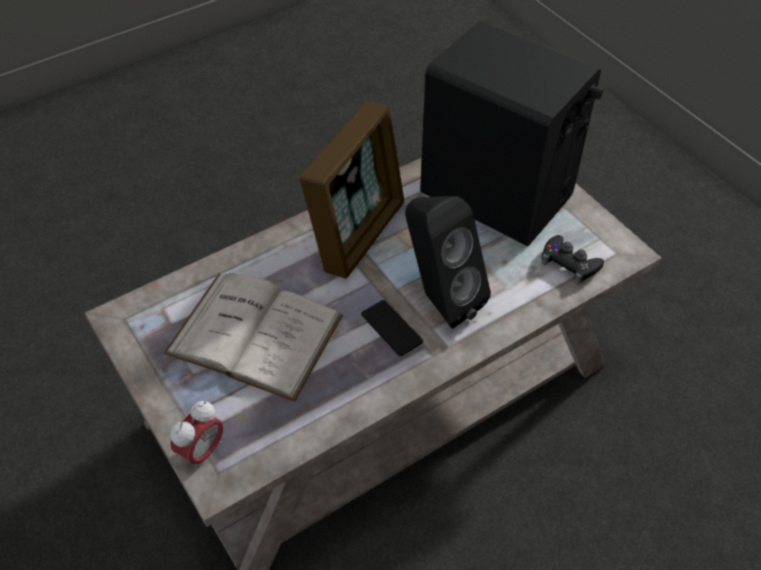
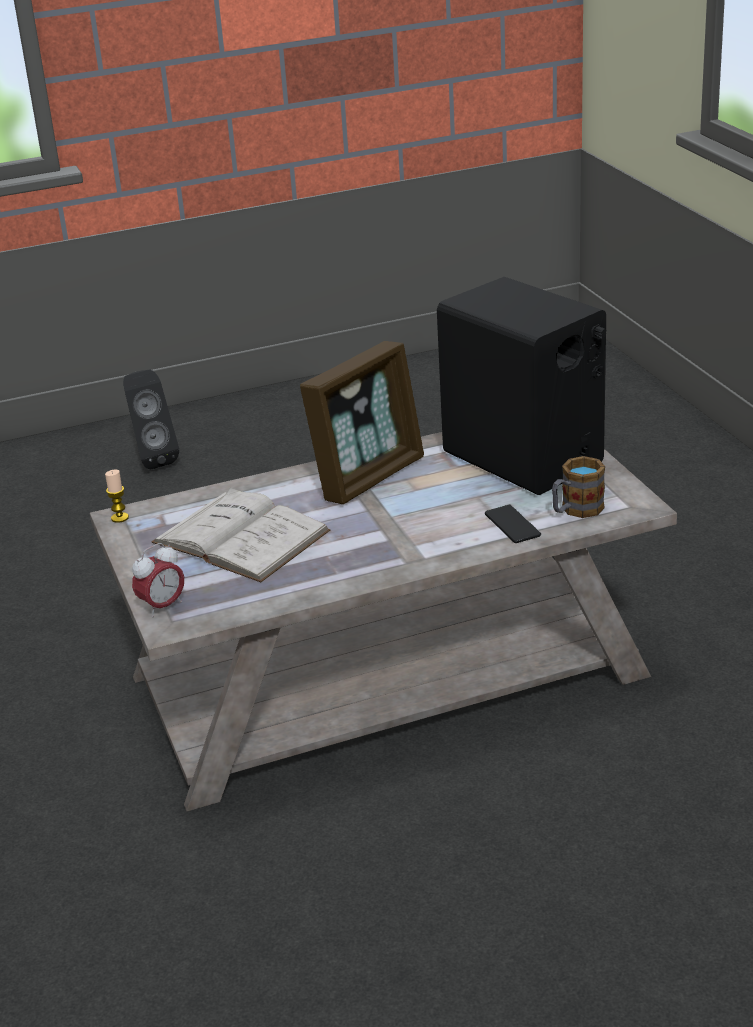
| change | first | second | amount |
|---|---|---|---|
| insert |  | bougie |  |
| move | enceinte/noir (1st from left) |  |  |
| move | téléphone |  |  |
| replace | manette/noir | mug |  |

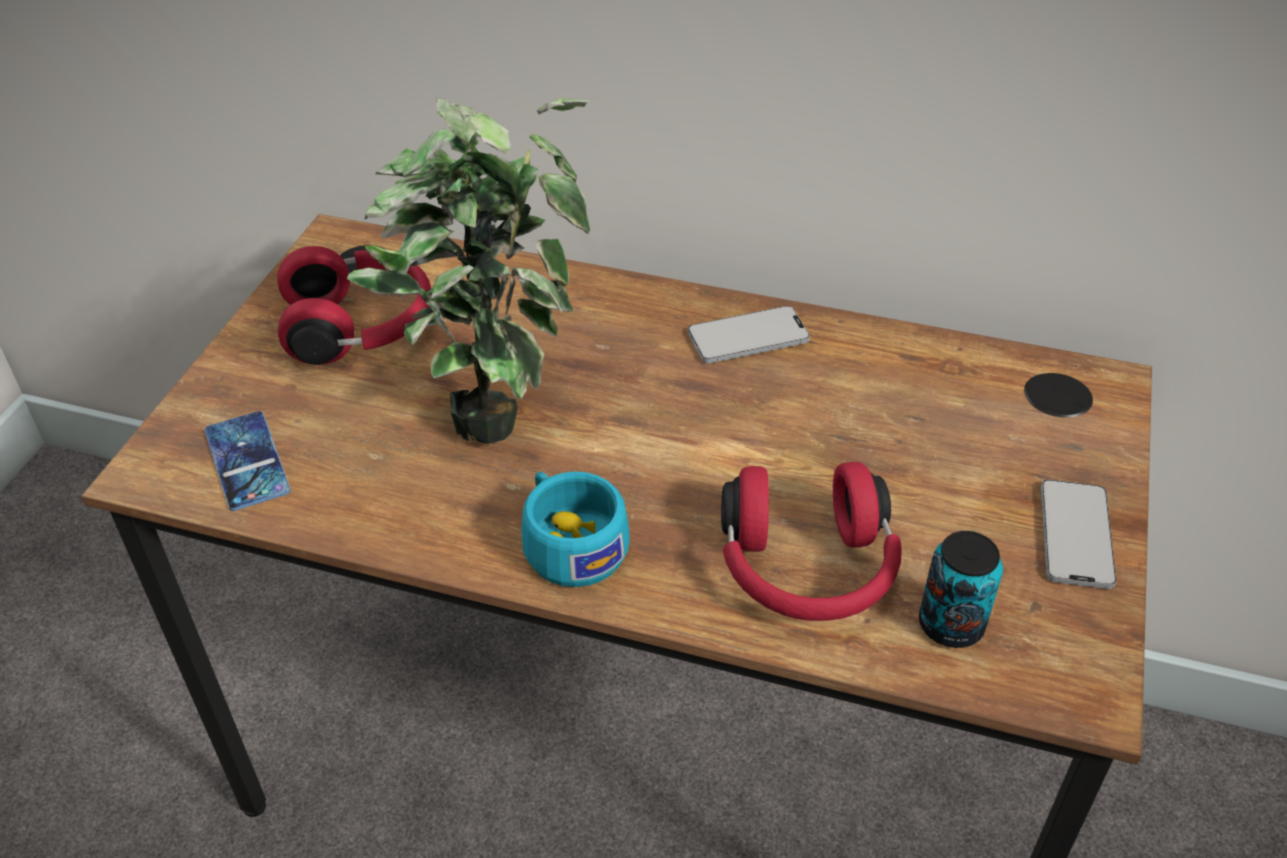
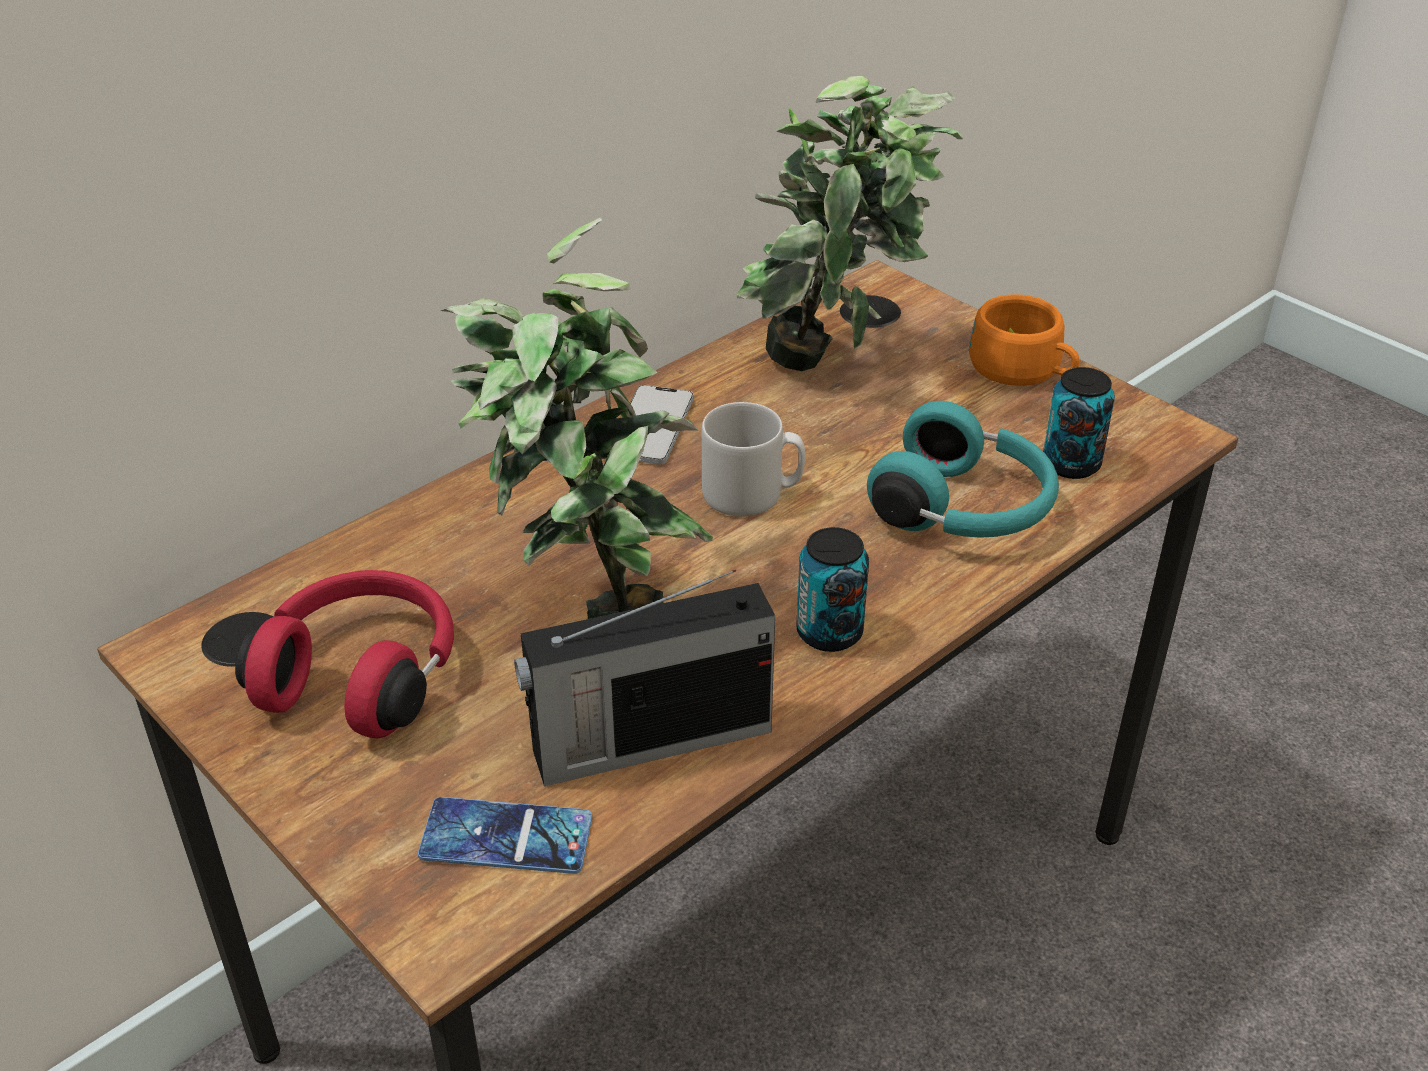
| change | first | second | amount |
|---|---|---|---|
| insert |  | radio |  |
| insert |  | mug/gris |  |
| insert |  | plante en pot (2nd from left) |  |
| replace | tasse/turquoise | boîte métallique (1st from left) |  |
| recolor | casque audio/rouge (2nd from left) | casque audio/turquoise |  |
| replace | téléphone (3rd from left) | tasse/orange |  |

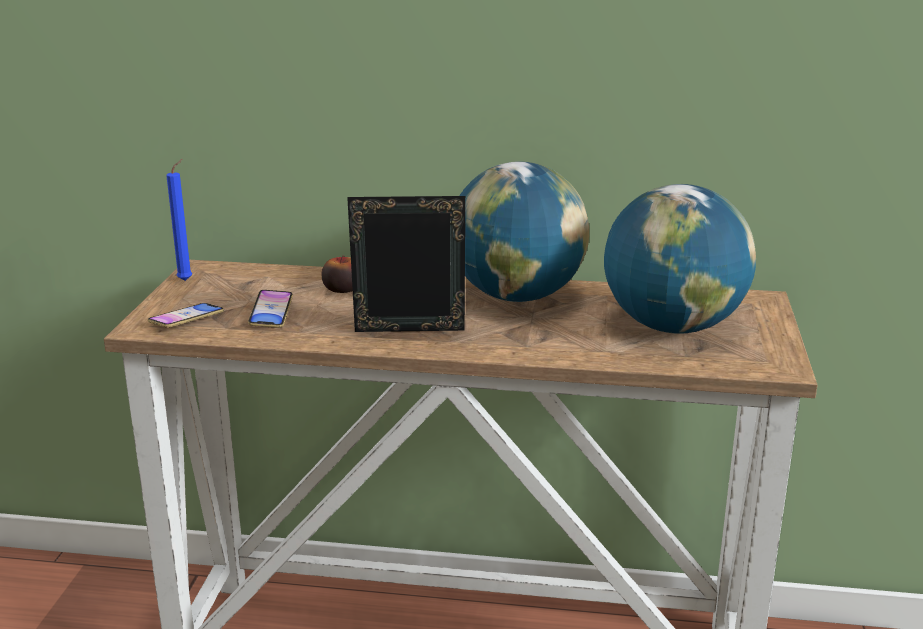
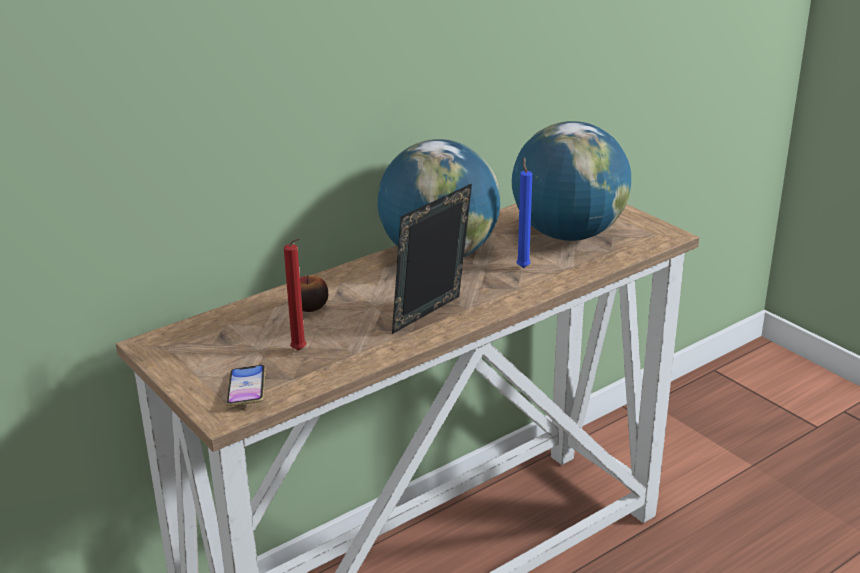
| change | first | second | amount |
|---|---|---|---|
| replace | téléphone (2nd from left) | bougie/rouge |  |
| move | bougie/bleu |  |  |

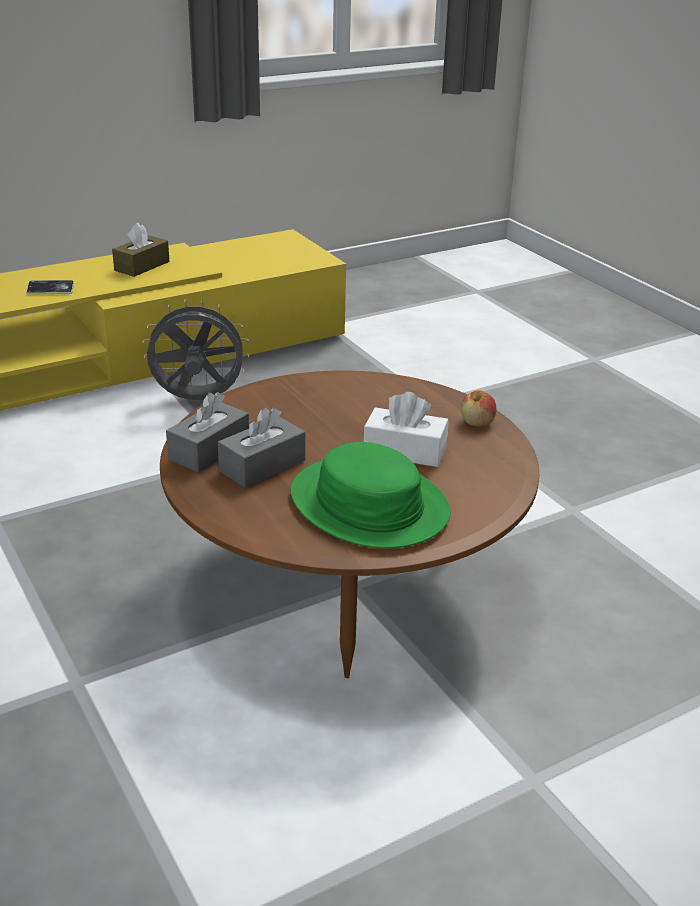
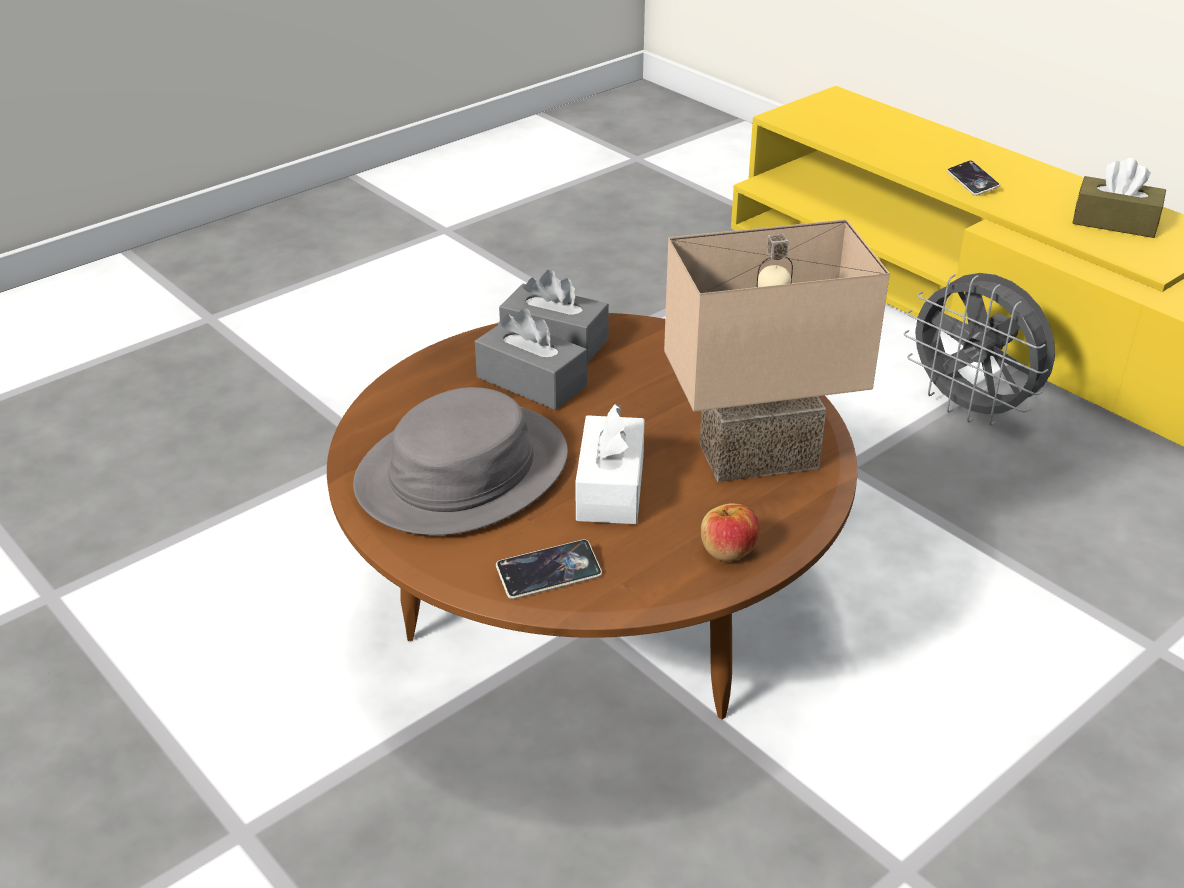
| change | first | second | amount |
|---|---|---|---|
| recolor | chapeau/vert | chapeau/gris |  |
| insert |  | téléphone (1st from left) |  |
| insert |  | lampe de table/beige |  |
| rotate | ventilateur/gris |  | 150 degrees clockwise |

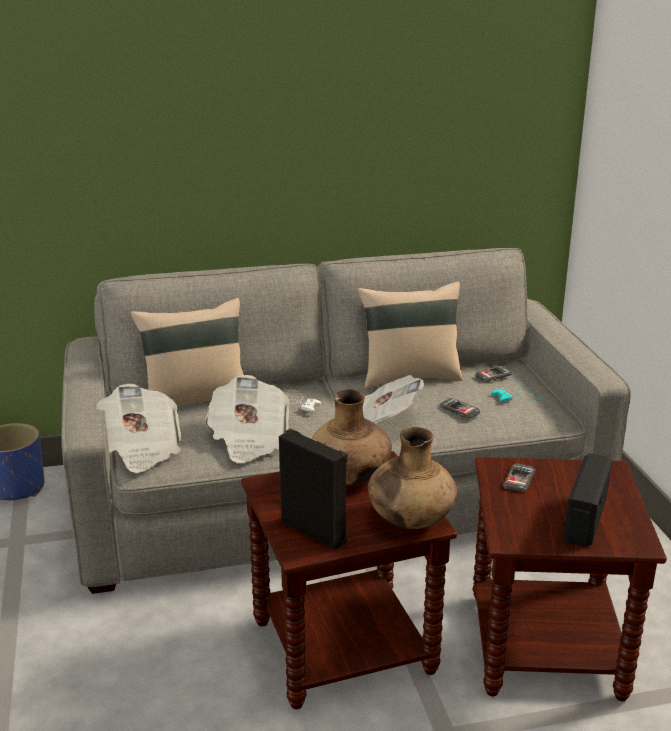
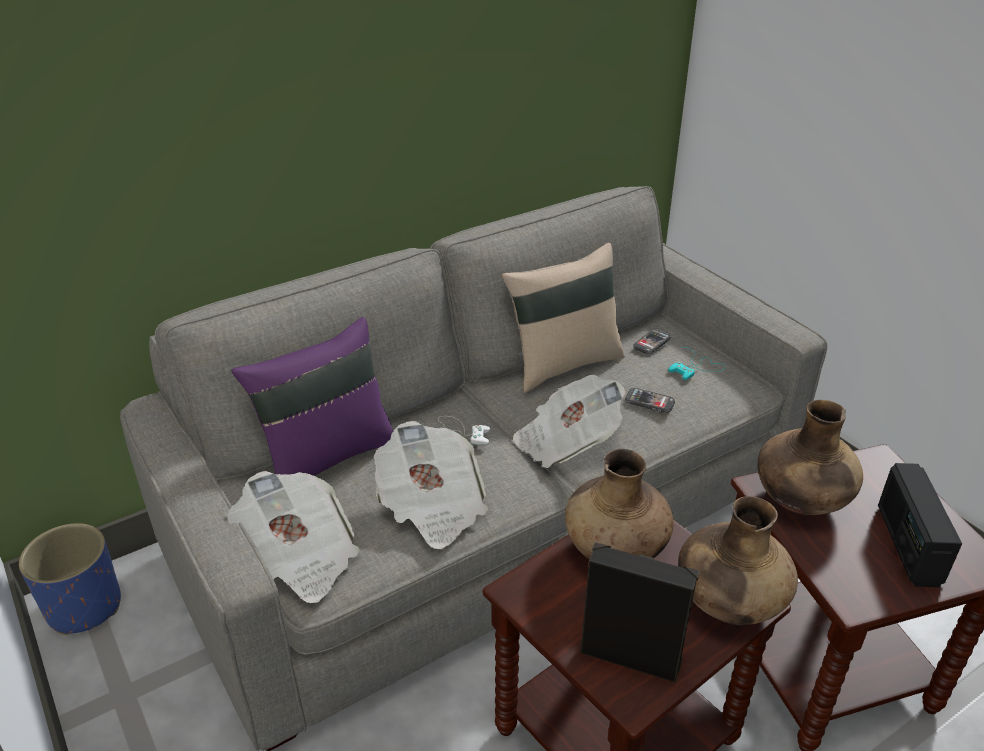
| change | first | second | amount |
|---|---|---|---|
| recolor | coussin/beige (1st from left) | coussin/violet |  |
| replace | téléphone (3rd from left) | vase/marron (3rd from left) |  |

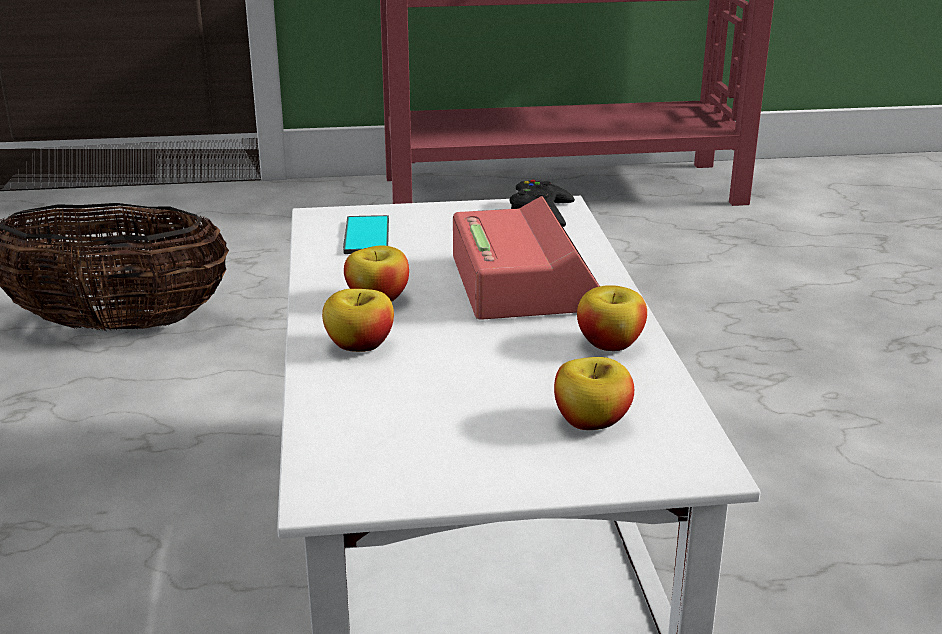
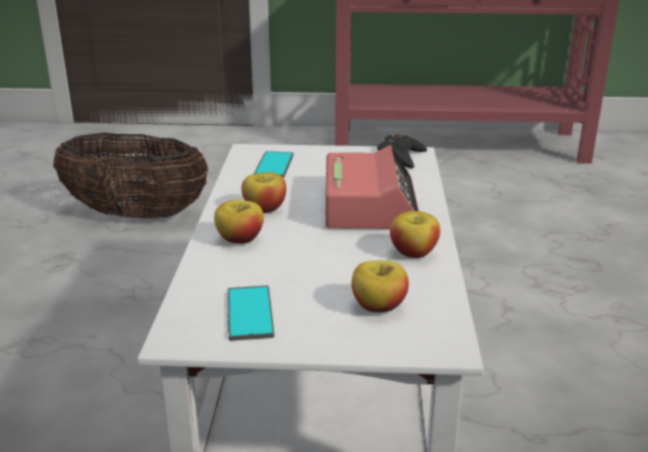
| change | first | second | amount |
|---|---|---|---|
| insert |  | téléphone (1st from left) |  |

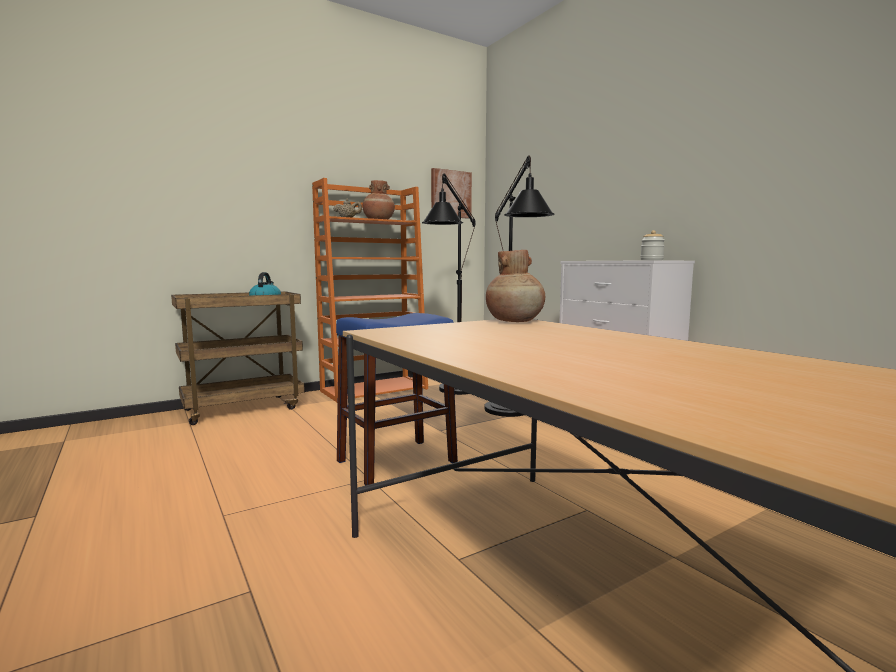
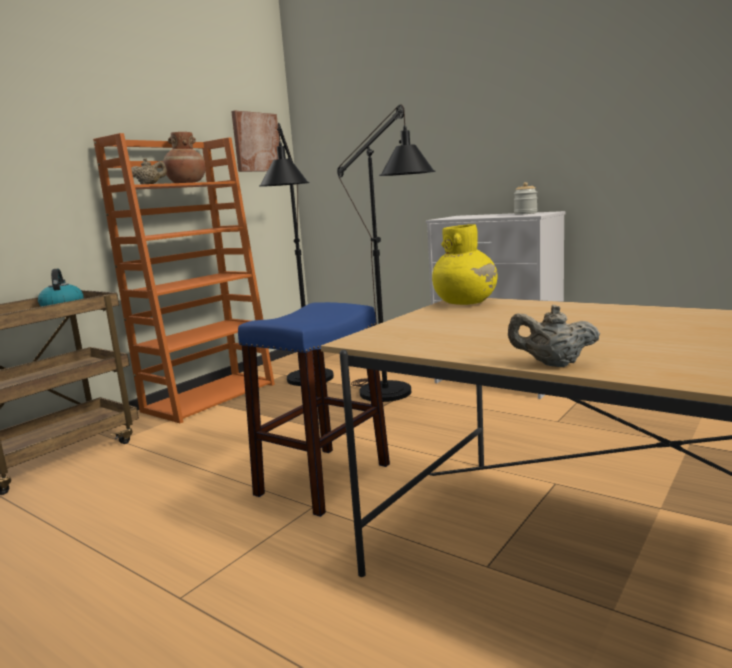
| change | first | second | amount |
|---|---|---|---|
| recolor | vase/marron (2nd from left) | vase/jaune |  |
| insert |  | théière/beige (2nd from left) |  |

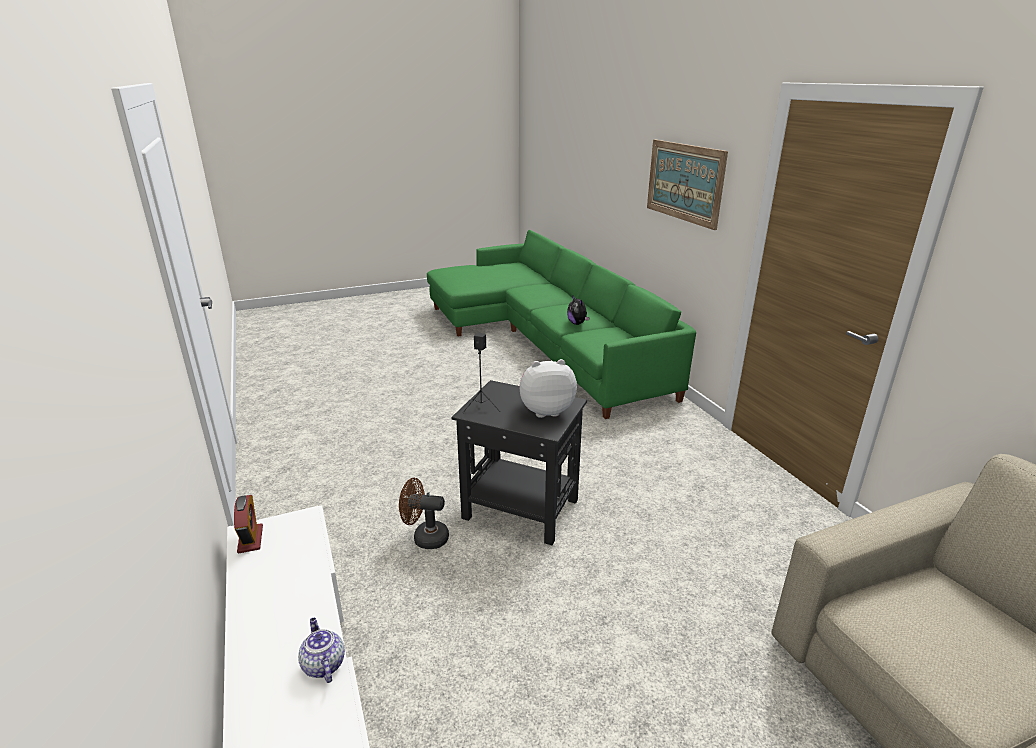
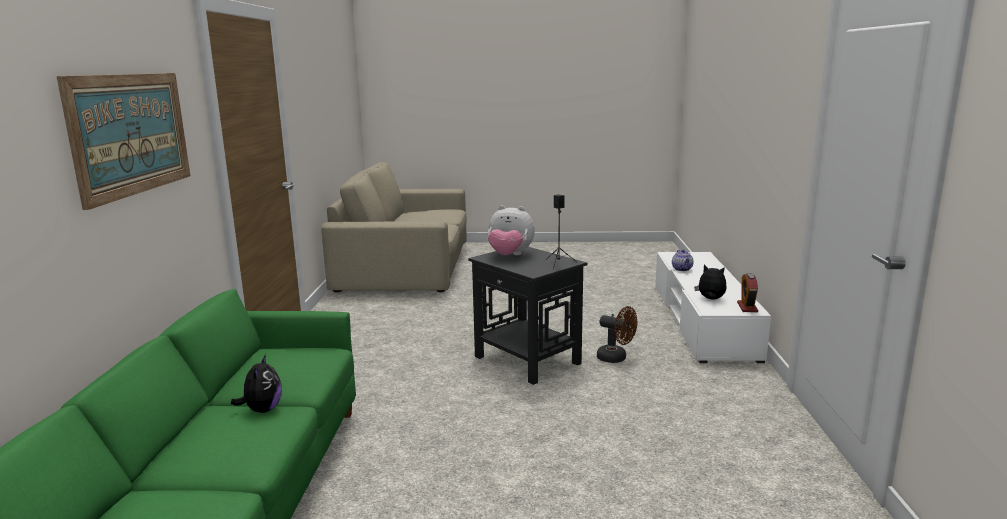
| change | first | second | amount |
|---|---|---|---|
| insert |  | peluche (3rd from left) |  |

